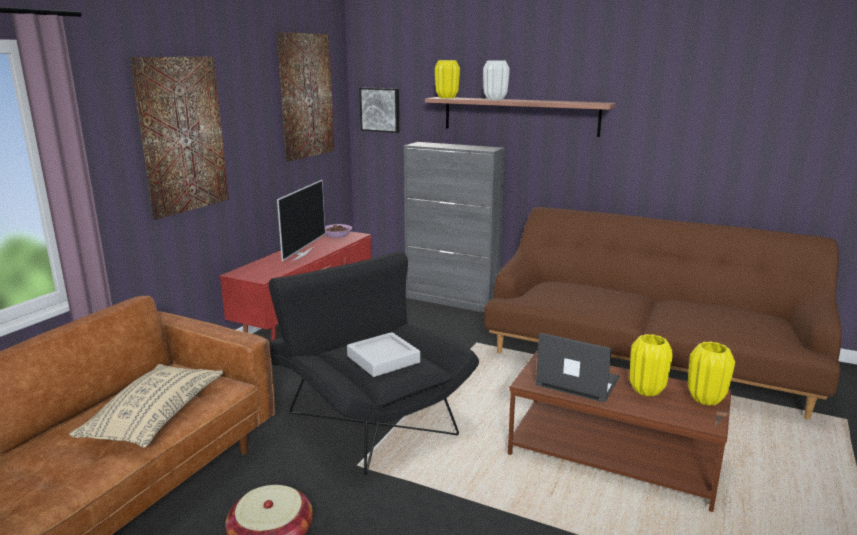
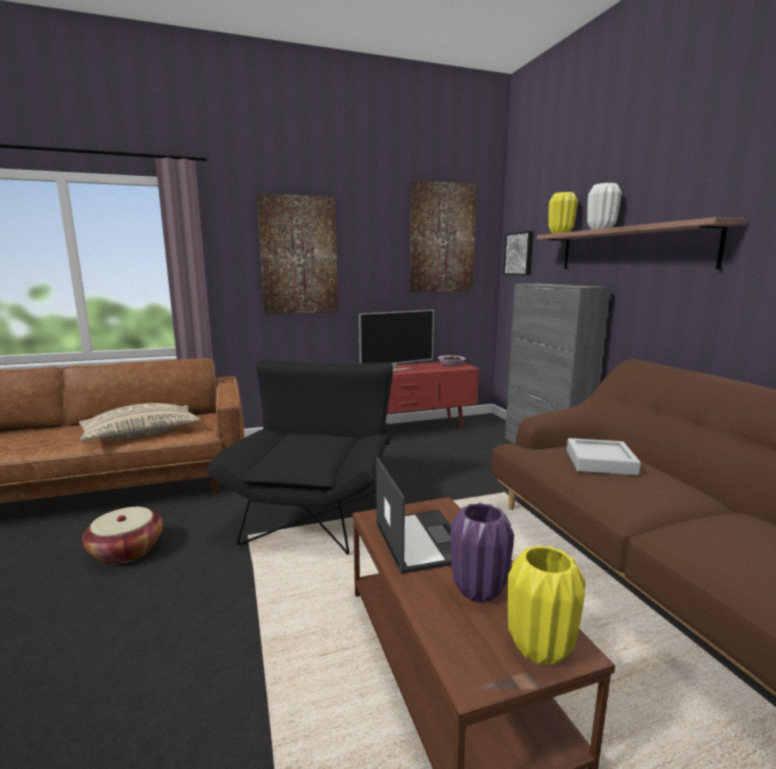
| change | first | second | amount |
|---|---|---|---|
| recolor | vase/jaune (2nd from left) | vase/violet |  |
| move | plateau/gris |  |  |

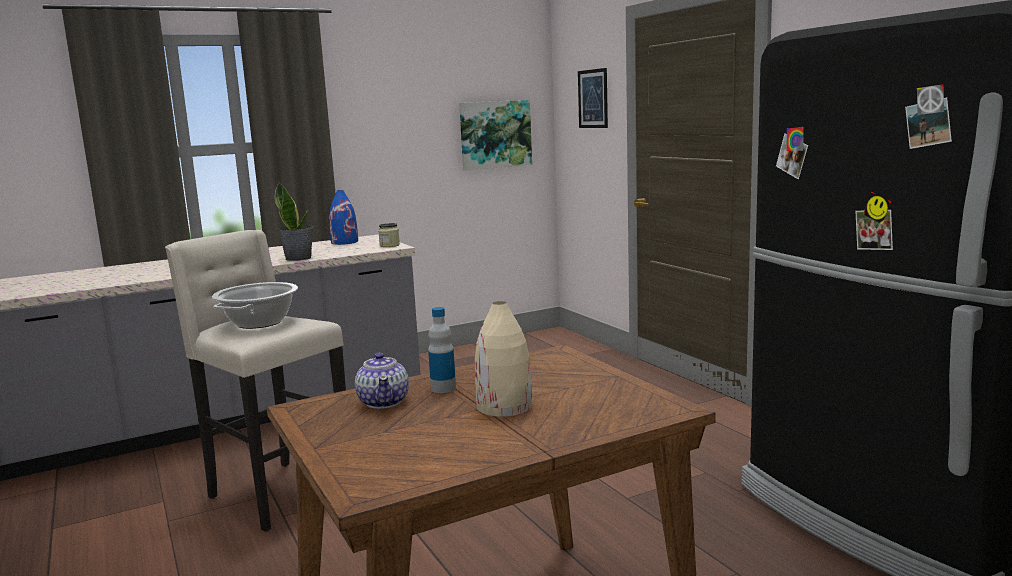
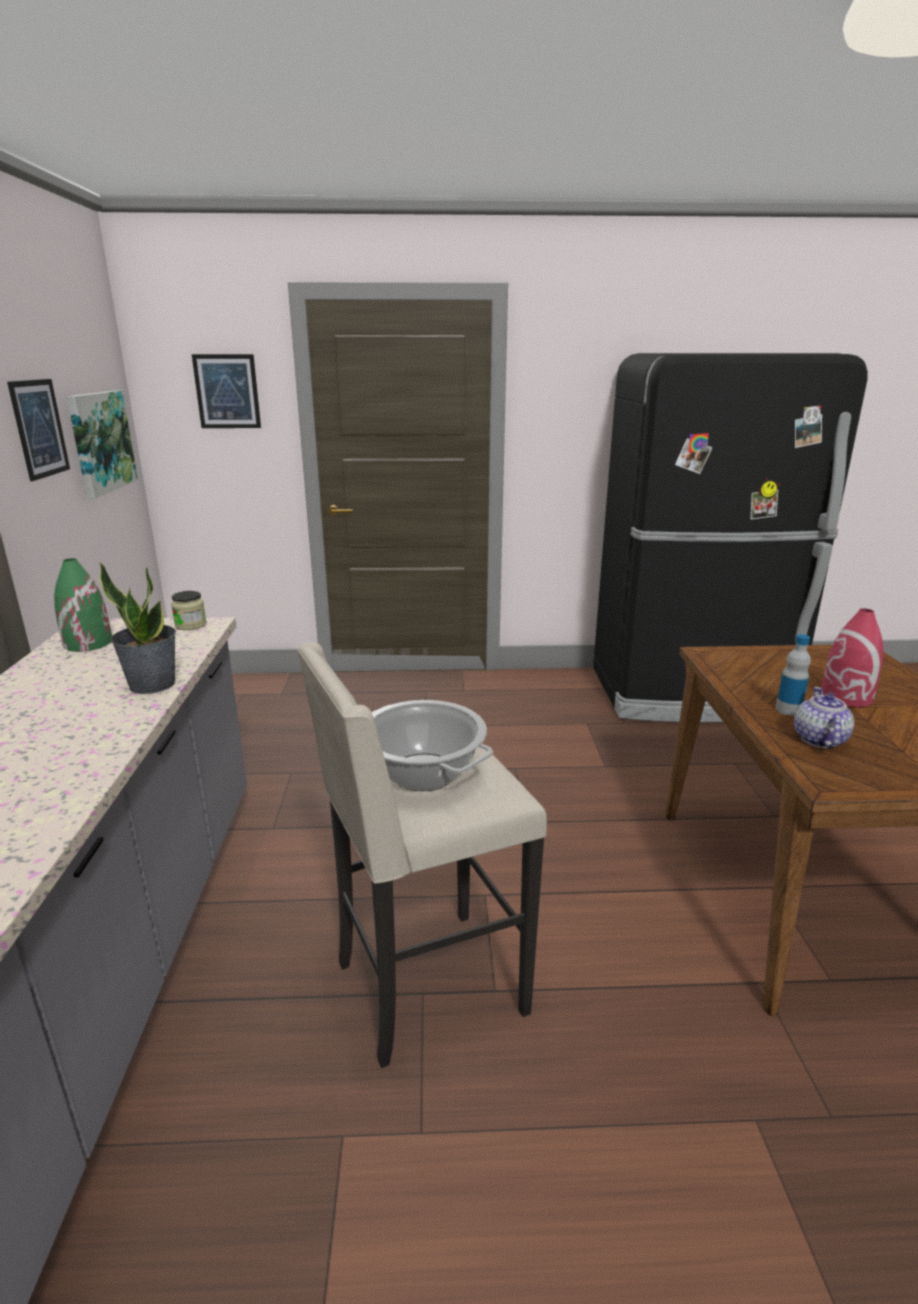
| change | first | second | amount |
|---|---|---|---|
| insert |  | tableau (1st from left) |  |
| recolor | vase/bleu | vase/vert |  |
| rotate | théière |  | 90 degrees counterclockwise |
| recolor | vase/beige | vase/rouge |  |

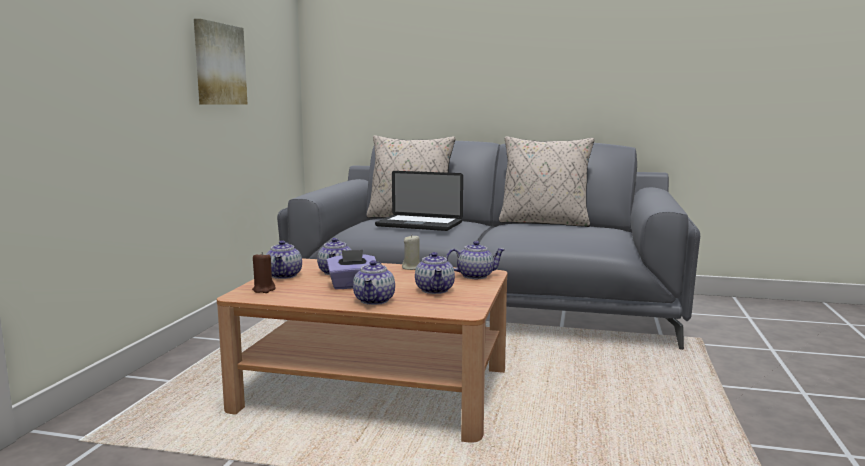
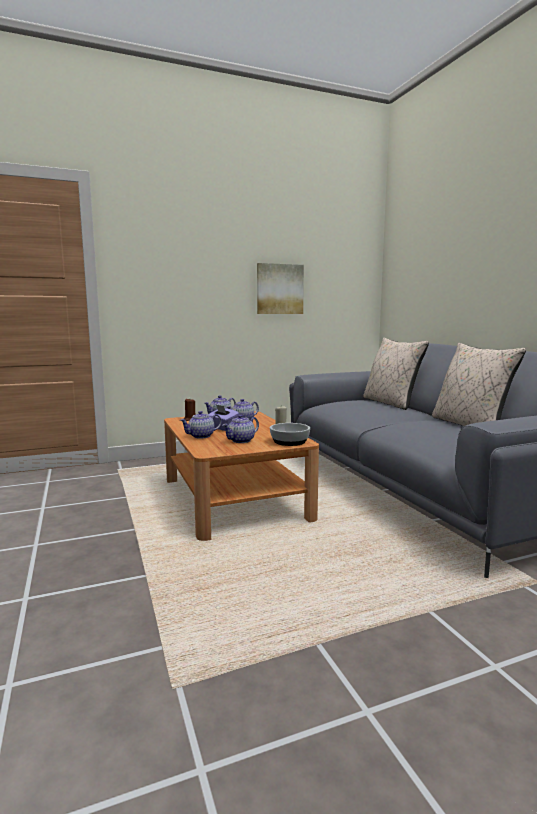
| change | first | second | amount |
|---|---|---|---|
| replace | théière (5th from left) | bol |  |
| delete | ordinateur portable |  |  |

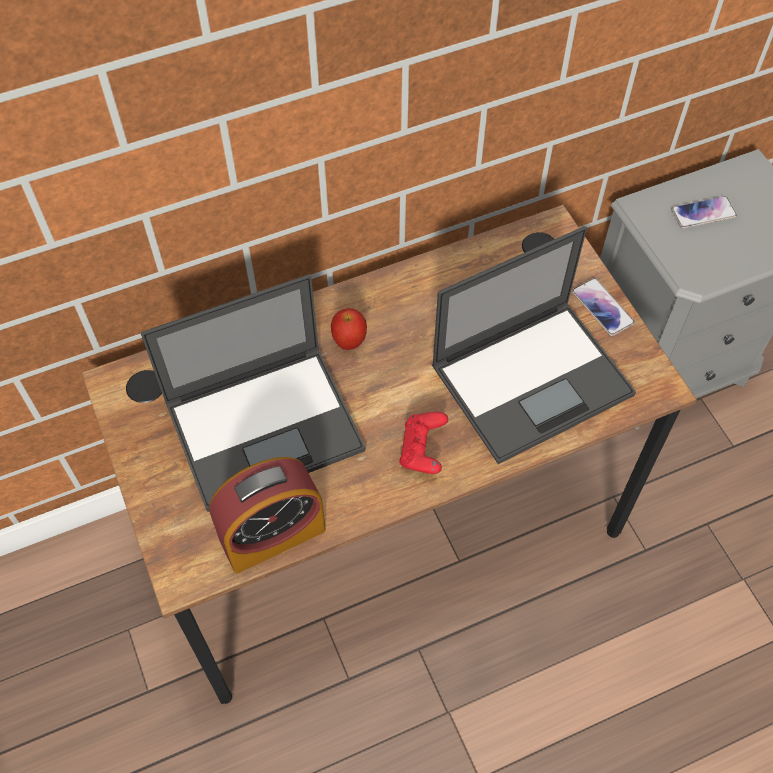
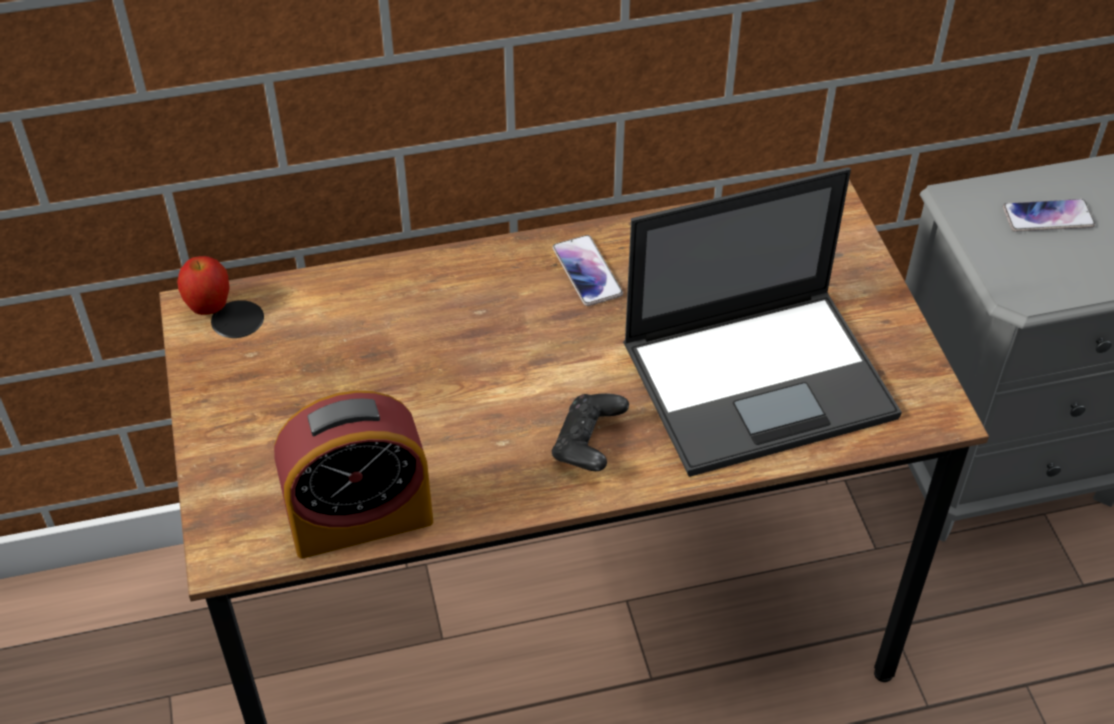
| change | first | second | amount |
|---|---|---|---|
| move | pomme |  |  |
| move | téléphone (1st from left) |  |  |
| recolor | manette/rouge | manette/noir |  |
| delete | ordinateur portable (1st from left) |  |  |

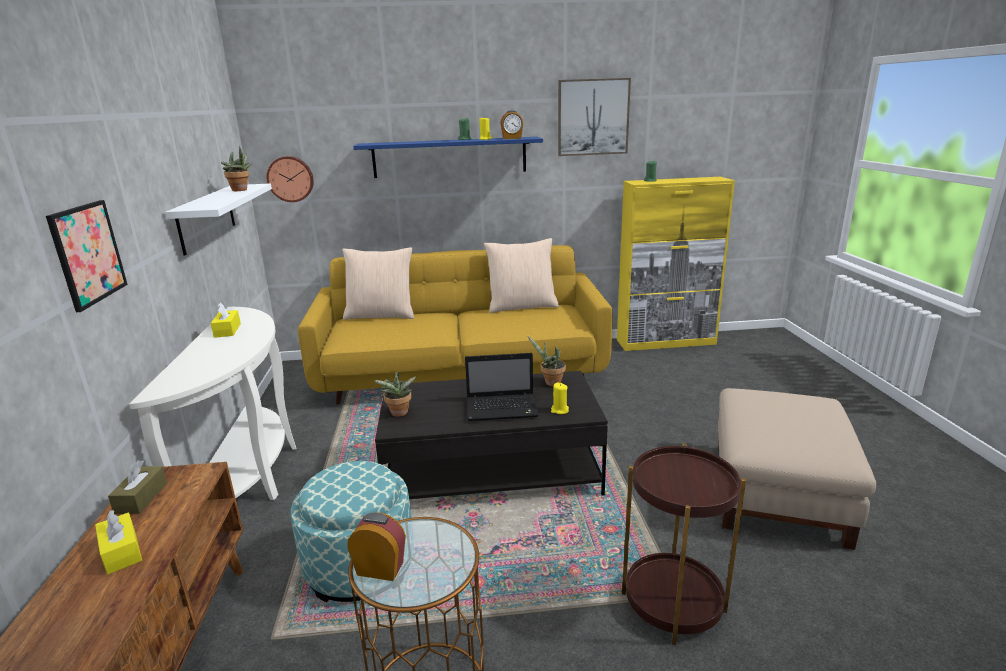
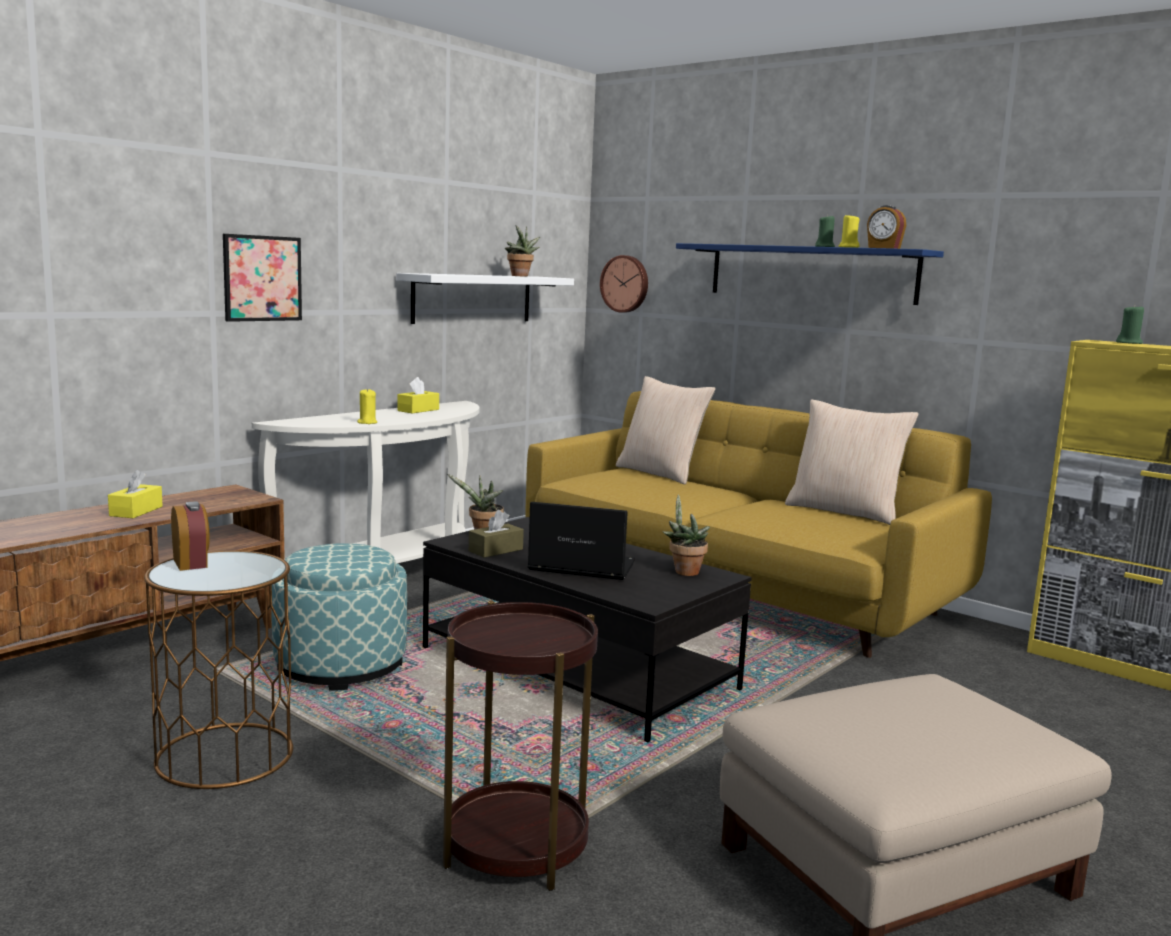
| change | first | second | amount |
|---|---|---|---|
| move | bougie/jaune (2nd from left in the first image) | bougie/jaune (1st from left) |  |
| move | boîte à mouchoirs/marron |  |  |
| rotate | ordinateur portable |  | 150 degrees clockwise |
| delete | tableau (2nd from left) |  |  |

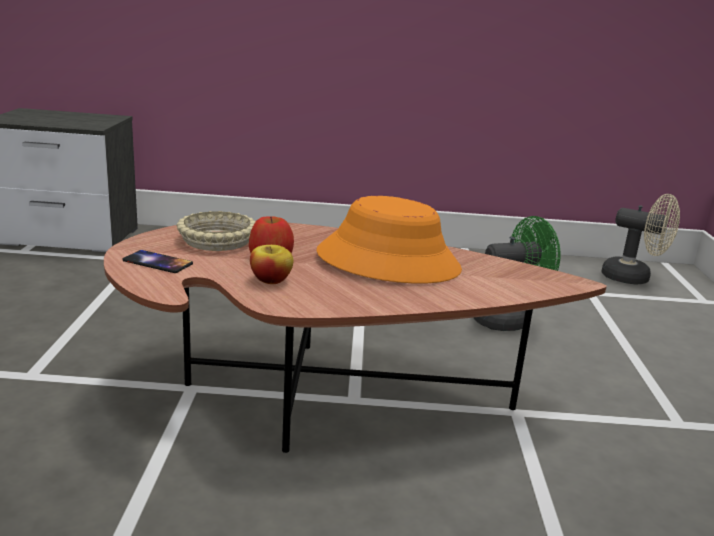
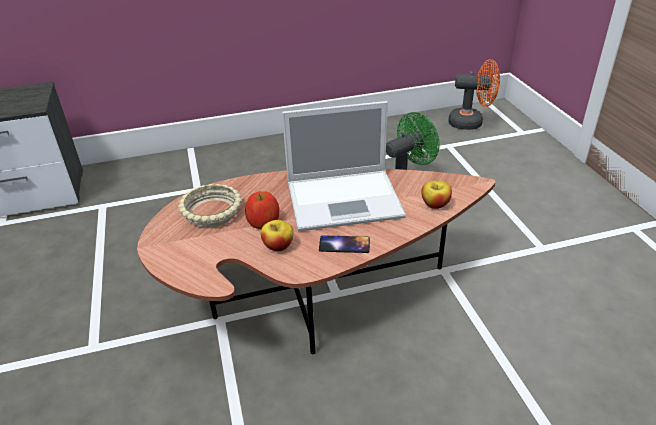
| change | first | second | amount |
|---|---|---|---|
| replace | chapeau/orange | ordinateur portable |  |
| move | téléphone |  |  |
| insert |  | pomme (3rd from left) |  |
| recolor | ventilateur/beige | ventilateur/orange |  |

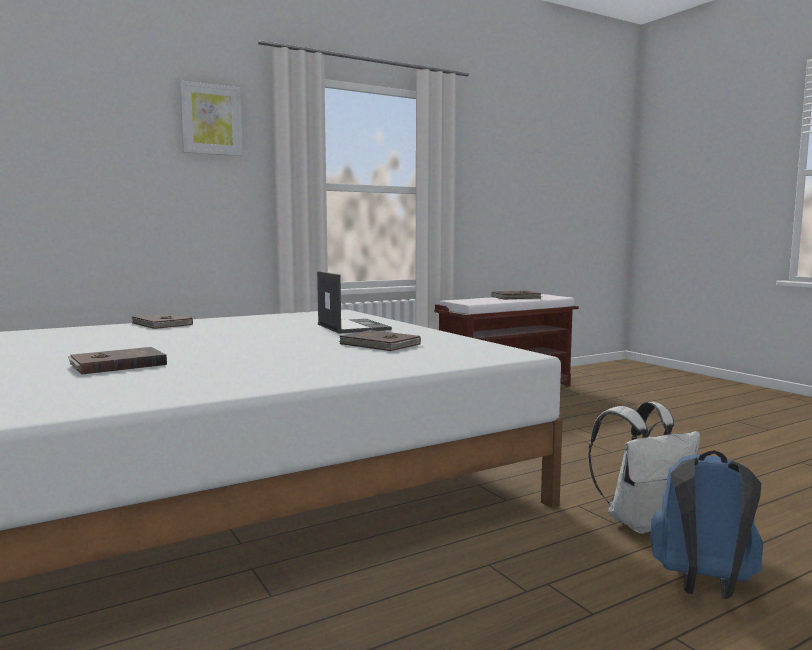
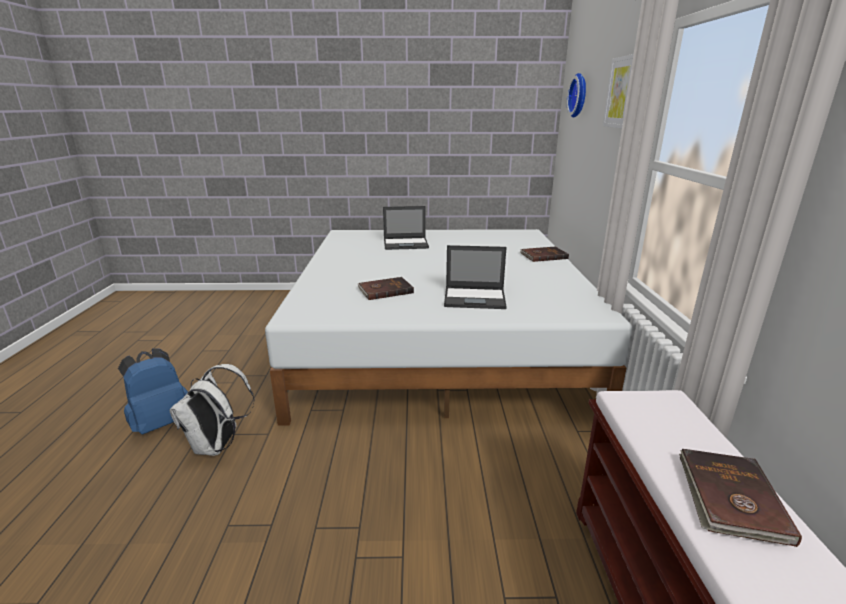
| change | first | second | amount |
|---|---|---|---|
| replace | livre/marron (1st from left) | ordinateur portable (1st from left) |  |
| insert |  | horloge murale |  |

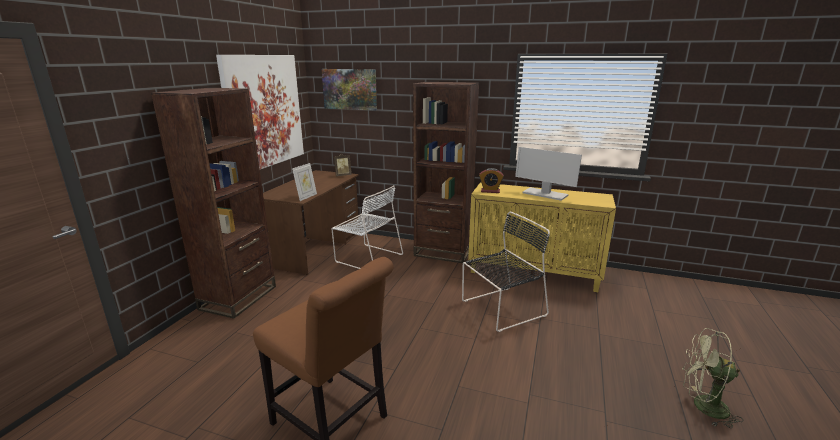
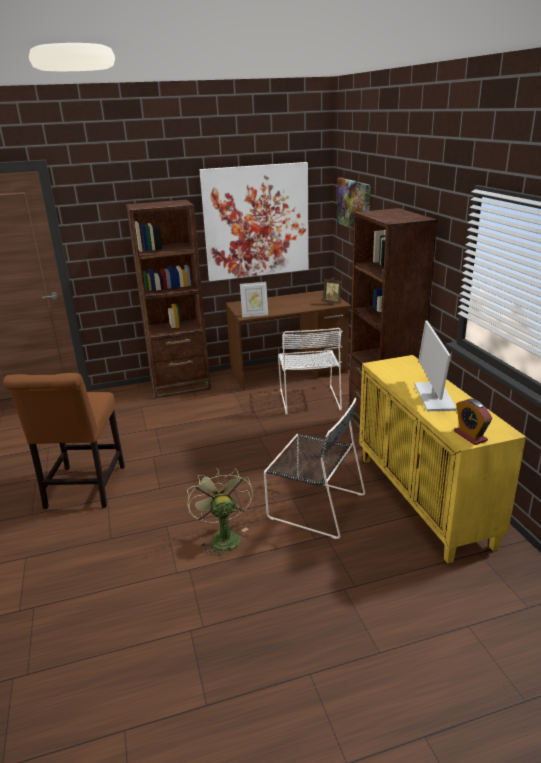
| change | first | second | amount |
|---|---|---|---|
| move | ventilateur/vert |  |  |
| move | réveil |  |  |

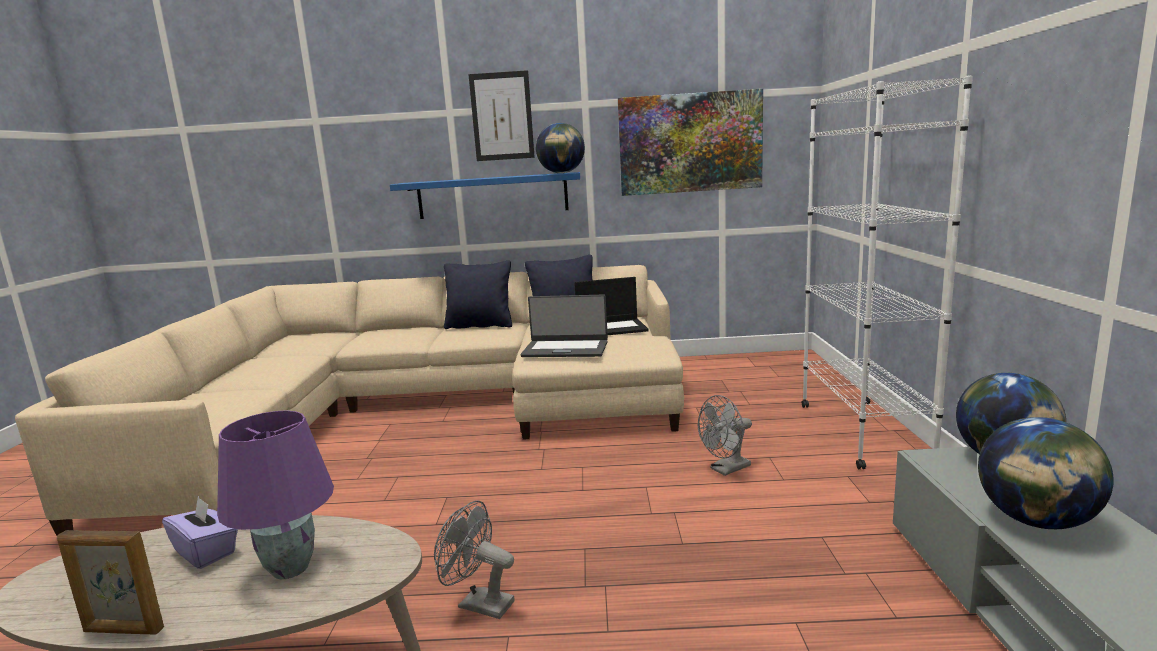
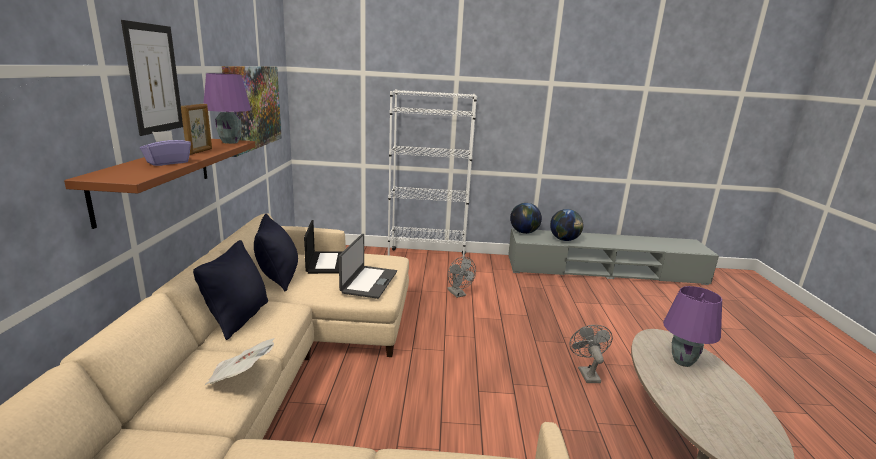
| change | first | second | amount |
|---|---|---|---|
| recolor | étagère/bleu | étagère/marron |  |
| move | boîte à mouchoirs/violet |  |  |
| move | cadre photo |  |  |
| replace | globe (1st from left) | lampe de table/violet (1st from left) |  |
| insert |  | journal |  |
| rotate | ventilateur/gris (1st from left in the first image) | ventilateur/gris (2nd from left) | 150 degrees clockwise |

